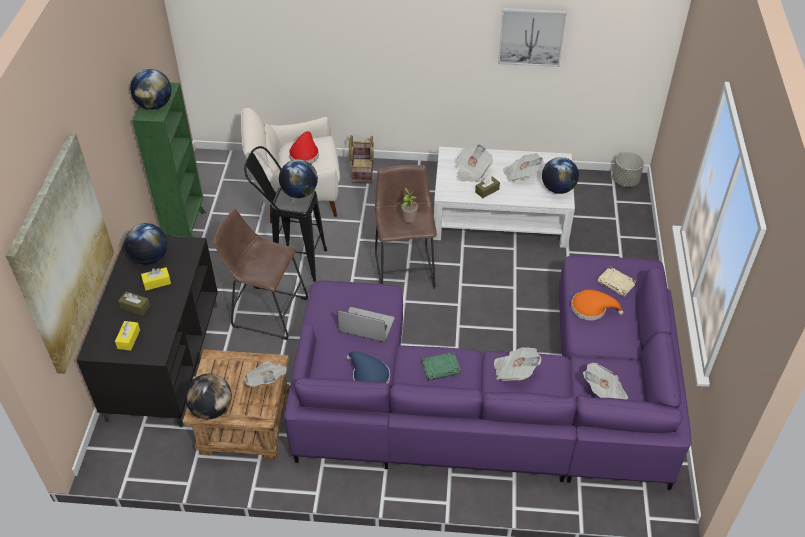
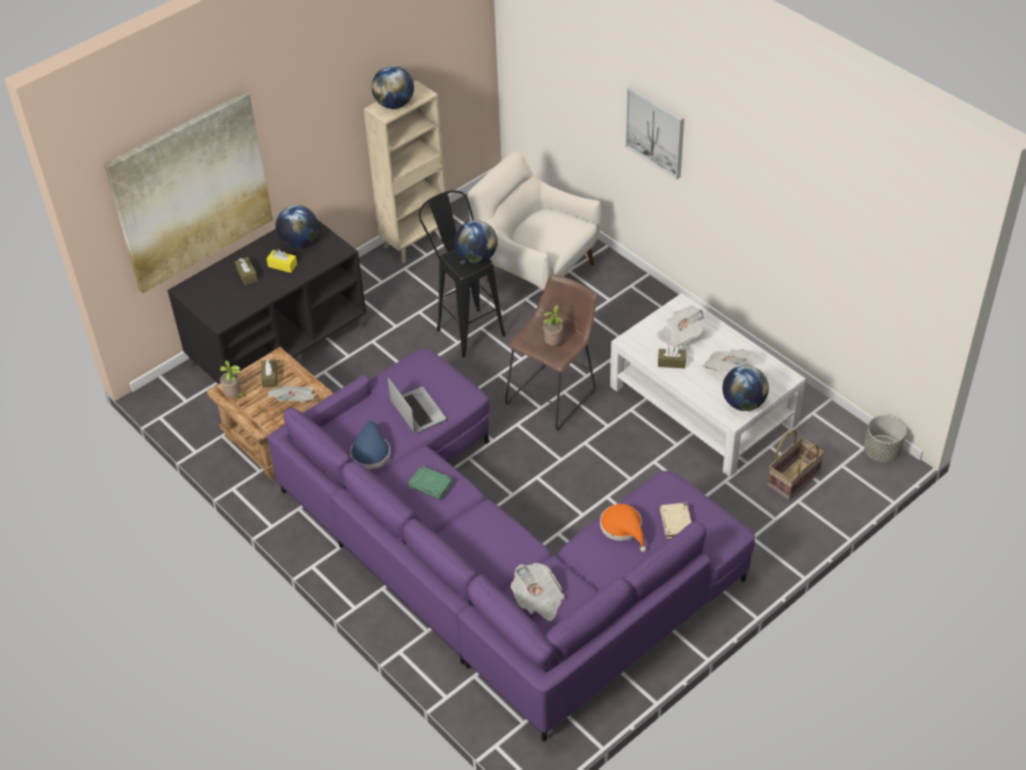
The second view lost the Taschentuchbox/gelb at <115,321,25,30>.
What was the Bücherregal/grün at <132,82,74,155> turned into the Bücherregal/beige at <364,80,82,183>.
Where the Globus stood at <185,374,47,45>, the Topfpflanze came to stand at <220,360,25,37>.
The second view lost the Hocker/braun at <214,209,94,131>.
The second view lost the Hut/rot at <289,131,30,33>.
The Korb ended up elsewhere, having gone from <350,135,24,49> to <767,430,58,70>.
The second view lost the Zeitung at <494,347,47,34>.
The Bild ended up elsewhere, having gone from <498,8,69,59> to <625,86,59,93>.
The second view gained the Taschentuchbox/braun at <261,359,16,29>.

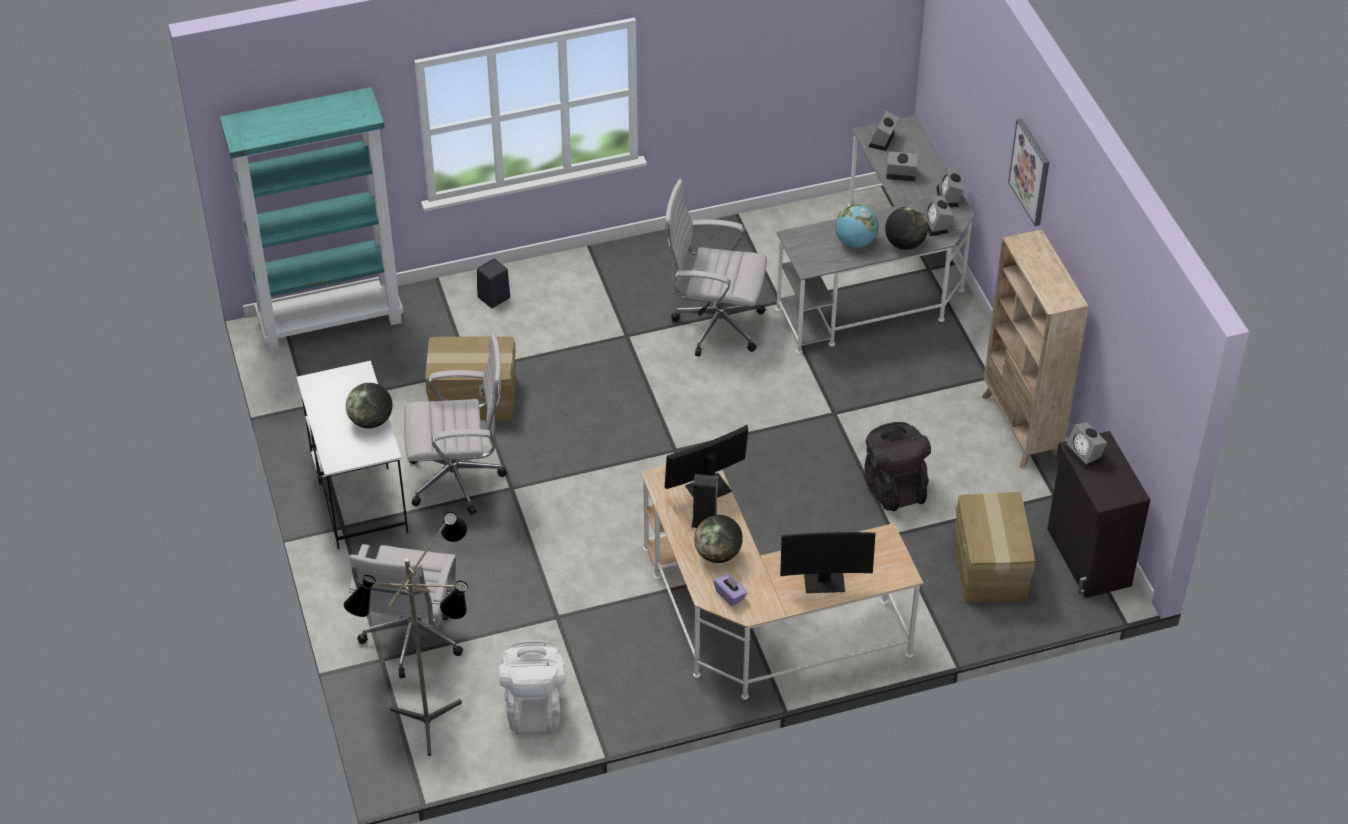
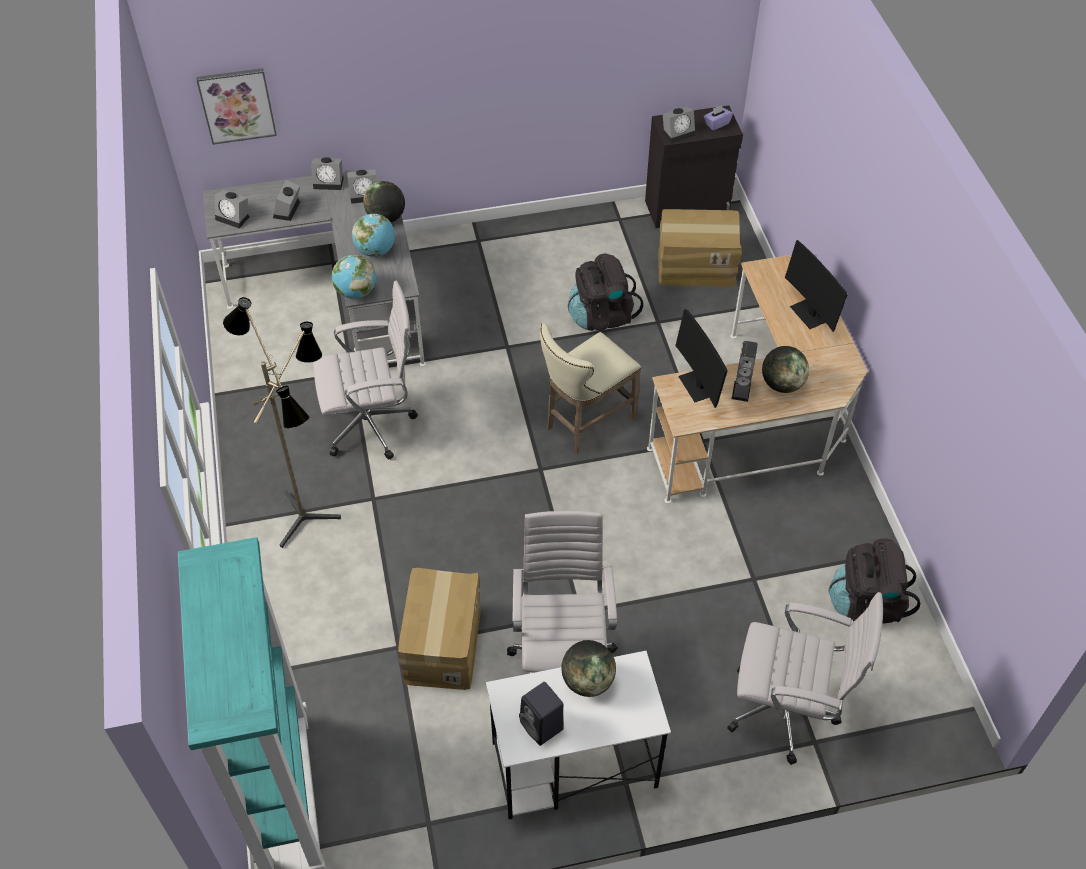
The Stehlampe ended up elsewhere, having gone from <343,512,125,244> to <223,297,118,251>.
The Lautsprecher/schwarz ended up elsewhere, having gone from <477,258,33,50> to <519,682,45,64>.
What was the Rucksack/weiß at <499,640,67,95> turned into the Rucksack/schwarz at <829,538,92,85>.
The Bürostuhl/weiß at <665,179,102,177> ended up facing another way, 120 degrees counterclockwise from before.
The Taschentuchbox/lila ended up elsewhere, having gone from <713,574,35,32> to <704,105,29,25>.
The Monitor at <780,532,95,61> ended up facing another way, 150 degrees clockwise from before.
The second view lost the Bücherregal/beige at <982,229,107,239>.
The Bild ended up elsewhere, having gone from <1008,118,41,108> to <196,68,81,77>.
The second view gained the Globus at <332,255,44,44>.
The second view gained the Hocker/beige at <540,323,101,132>.

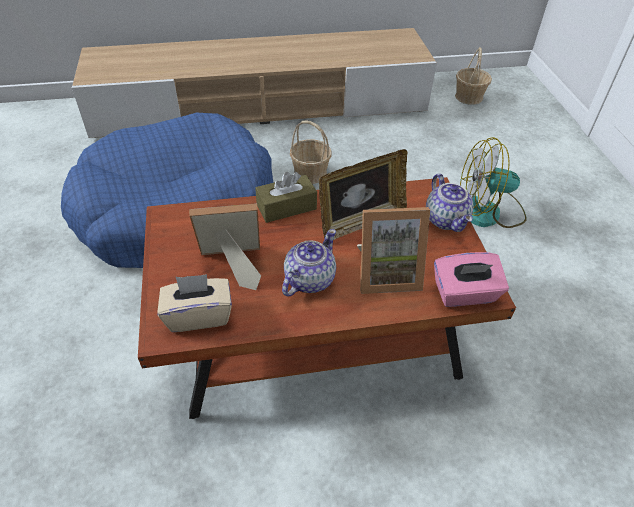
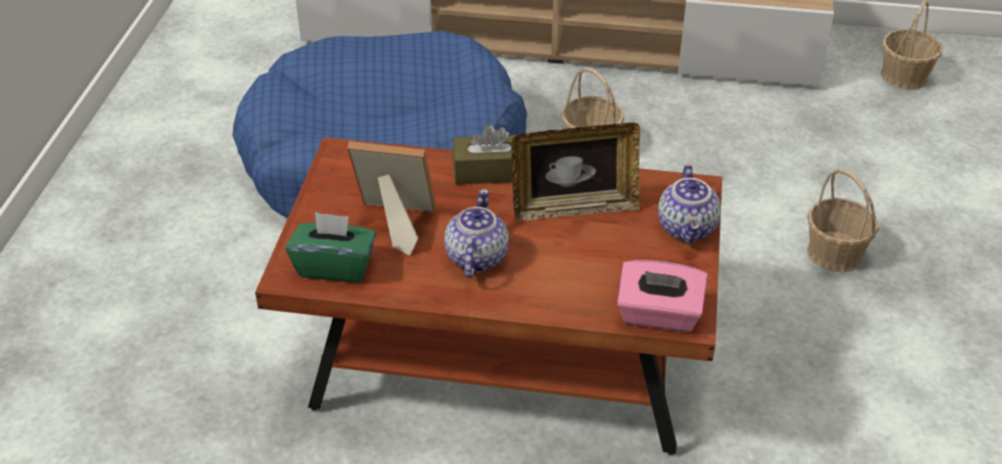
What was the Taschentuchbox/beige at <157,274,75,58> turned into the Taschentuchbox/grün at <286,212,90,70>.
The Teekanne at <282,229,54,67> ended up facing another way, 45 degrees counterclockwise from before.
The second view lost the Bilderrahmen at <357,207,73,87>.
Where the Ventilator stood at <460,137,67,91>, the Korb came to stand at <807,168,72,105>.

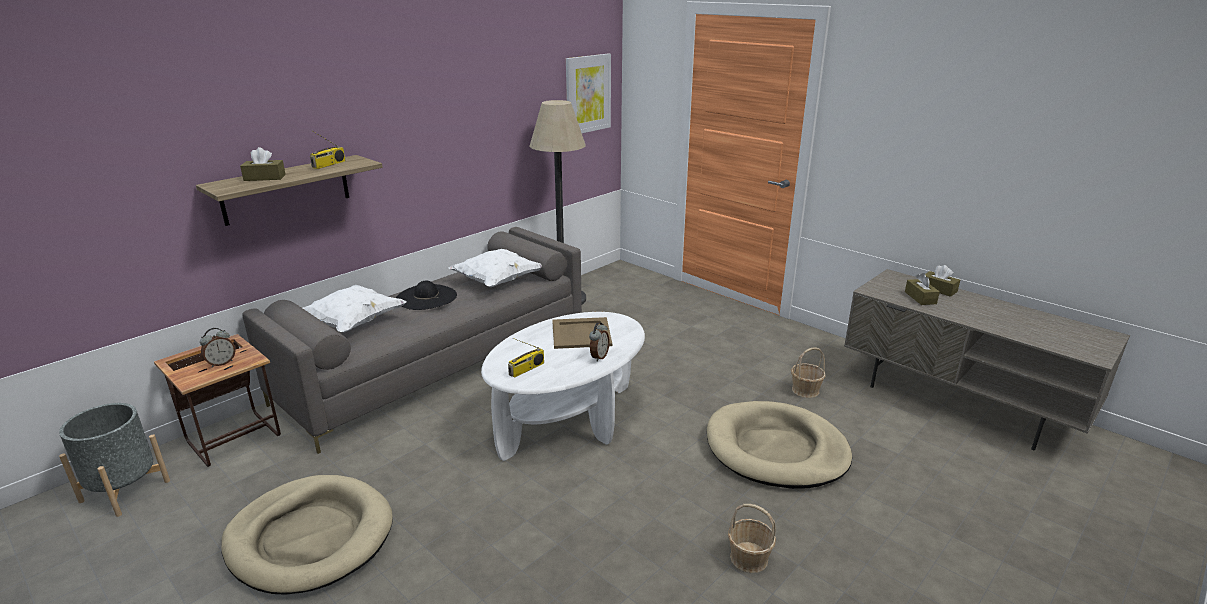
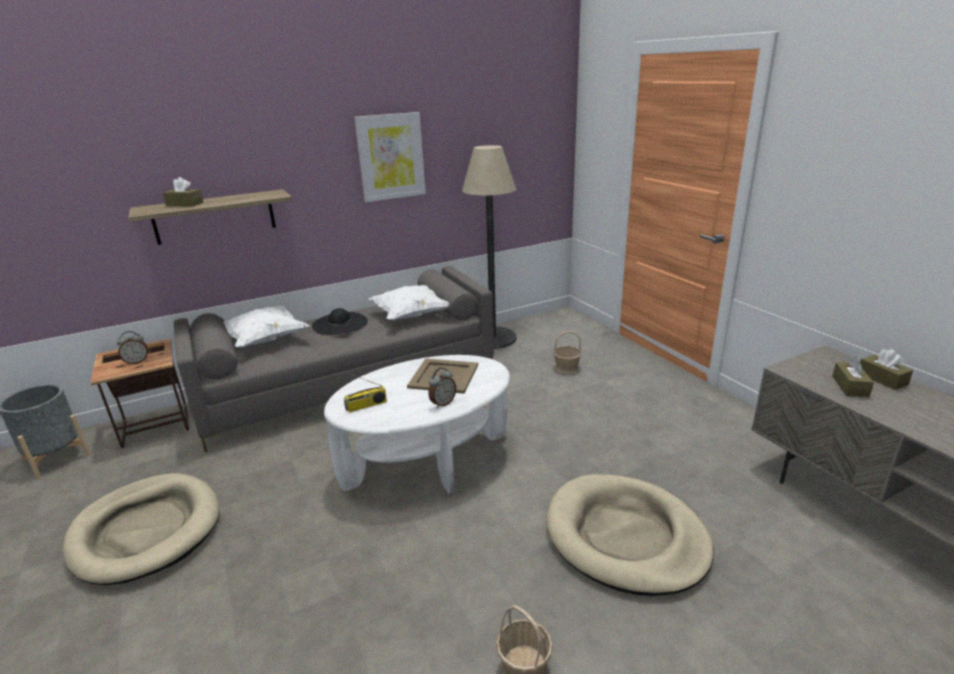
The second view lost the Radio at <310,130,35,39>.
The Bild ended up elsewhere, having gone from <566,53,45,80> to <354,112,72,90>.
The Korb ended up elsewhere, having gone from <791,347,35,51> to <553,331,28,43>.

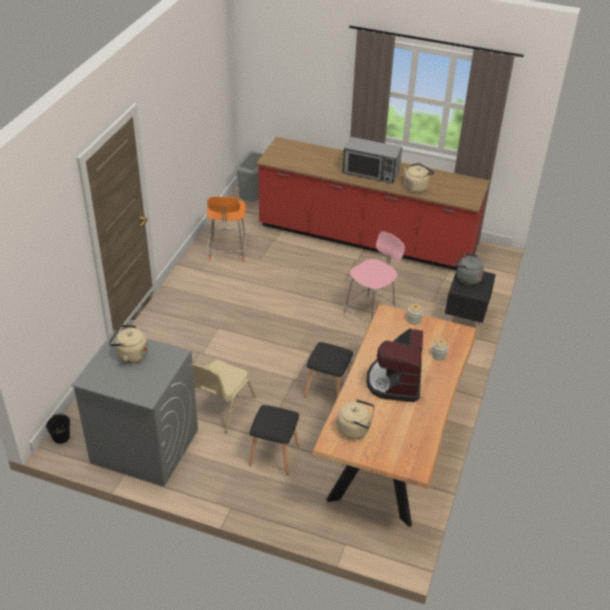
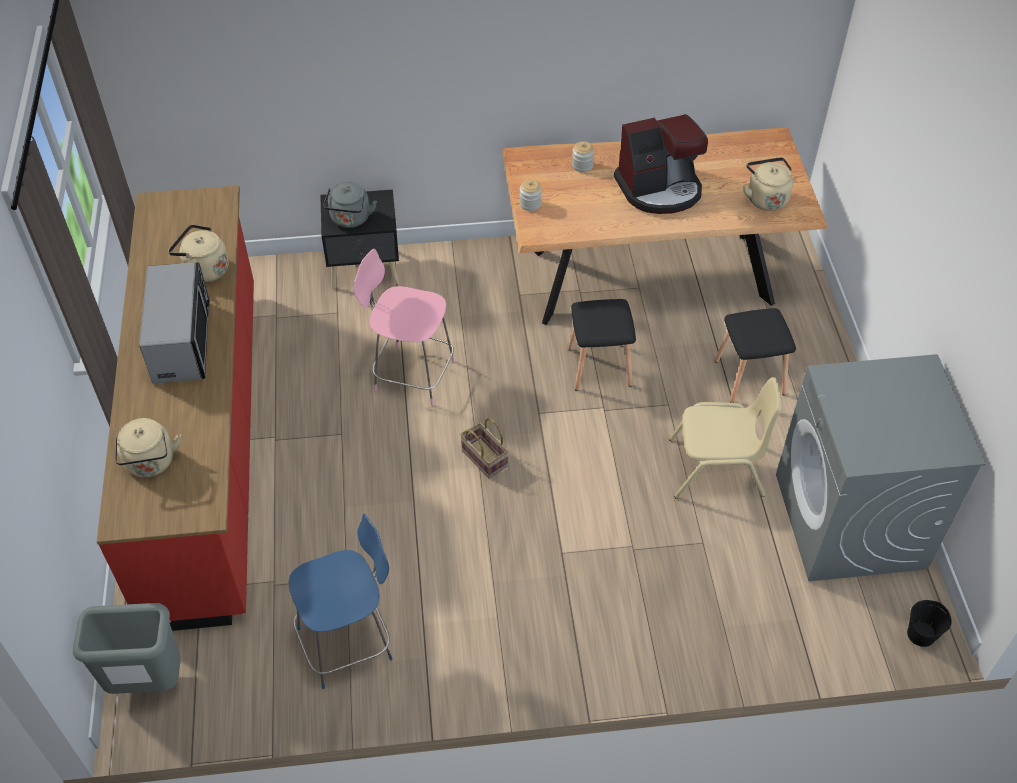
The Wasserkessel/beige ended up elsewhere, having gone from <109,325,39,38> to <115,418,66,59>.
What was the Stuhl/orange at <207,196,39,66> turned into the Stuhl/blau at <288,513,104,176>.
The second view gained the Korb at <460,418,49,60>.

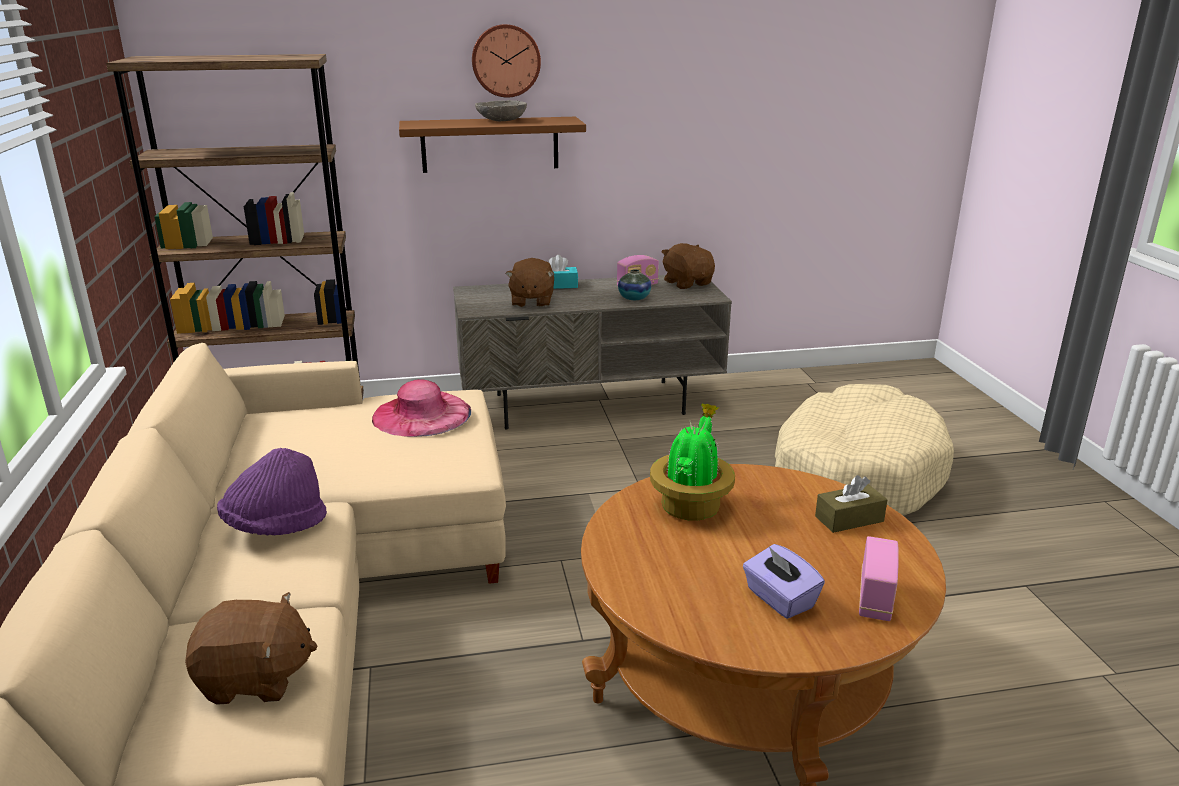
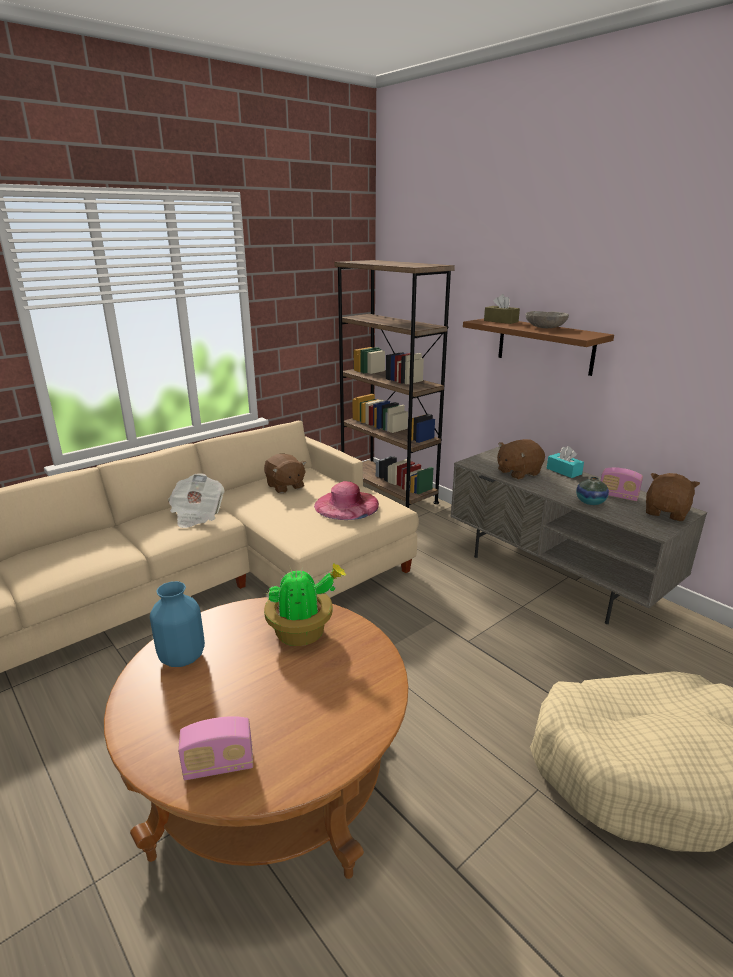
The Plüschtier/braun ended up elsewhere, having gone from <185,592,133,113> to <264,454,43,40>.
Where the Hut/lila stood at <217,448,110,88>, the Zeitung came to stand at <168,473,57,55>.
The second view lost the Wanduhr at <472,24,69,74>.
The second view lost the Taschentuchbox/lila at <743,544,82,75>.
The Taschentuchbox/braun ended up elsewhere, having gone from <815,475,73,58> to <484,294,36,30>.
The second view gained the Vase/blau at <150,581,55,86>.

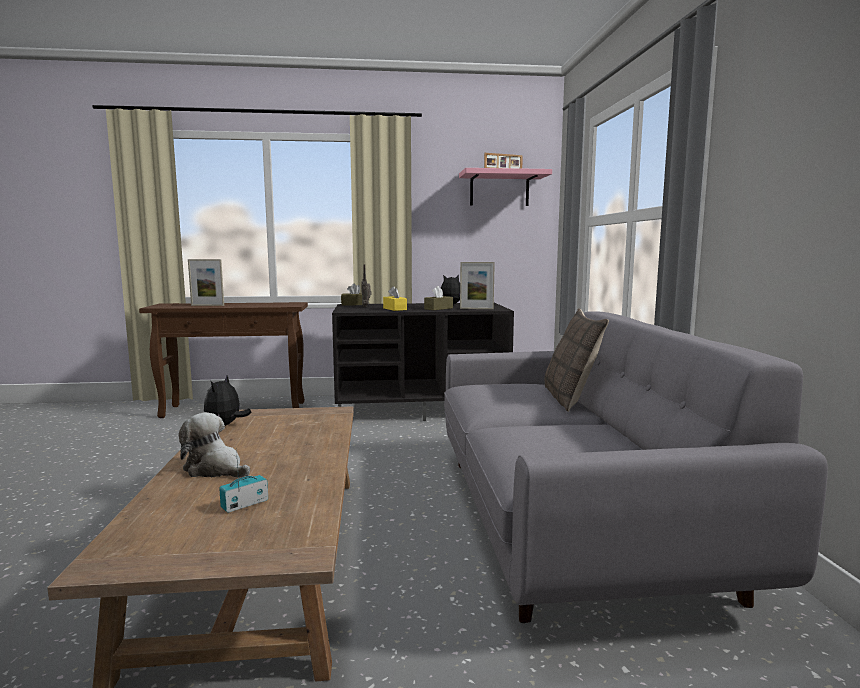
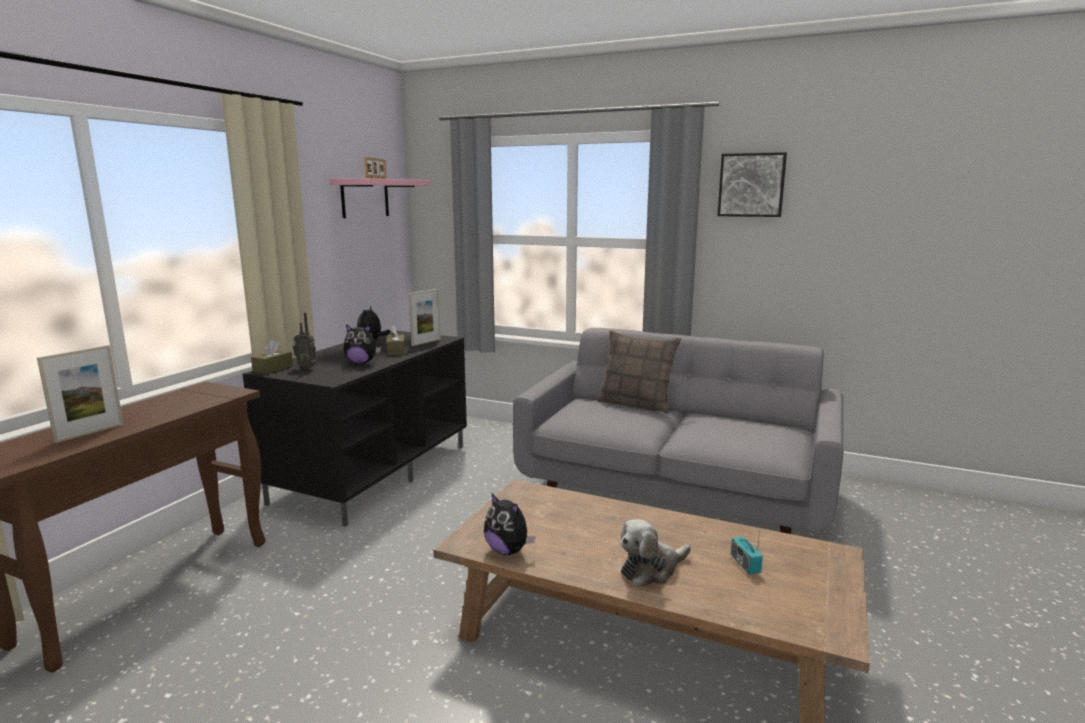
Where the Taschentuchbox/gelb stood at <383,286,24,25>, the Plüschtier came to stand at <343,324,38,40>.
The second view gained the Bild at <717,152,70,65>.

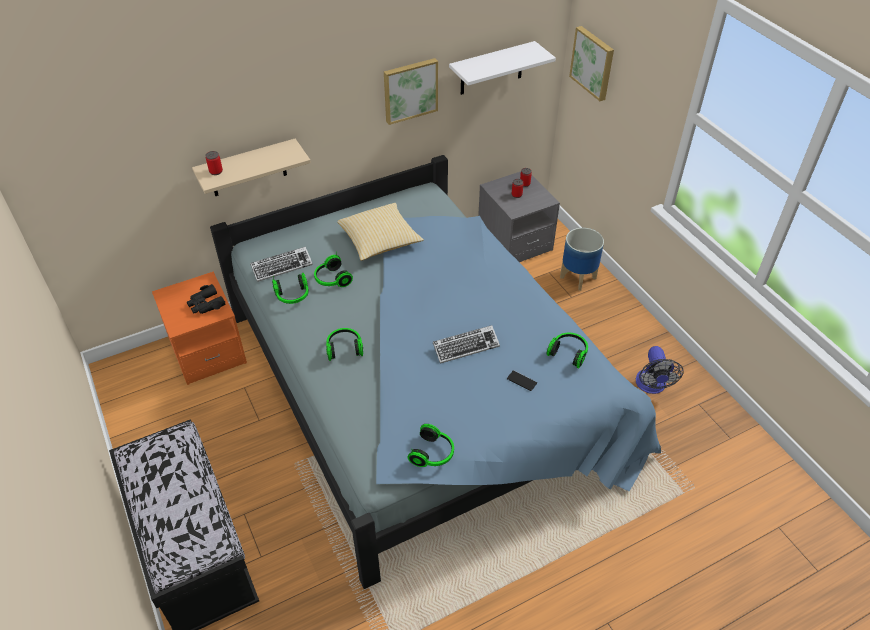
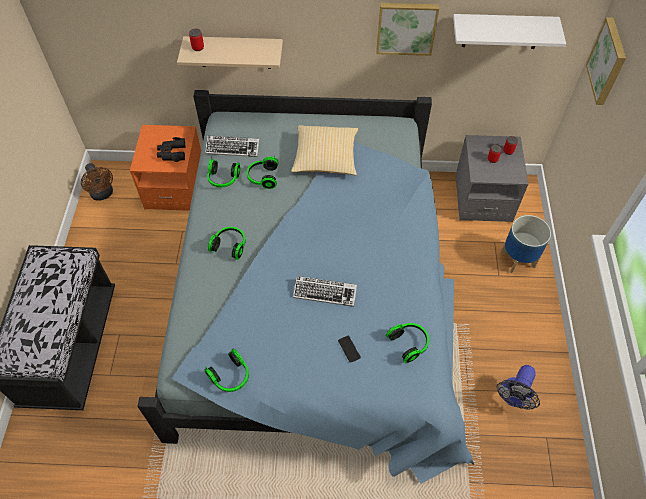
The second view gained the Ventilator/braun at <81,163,32,38>.

